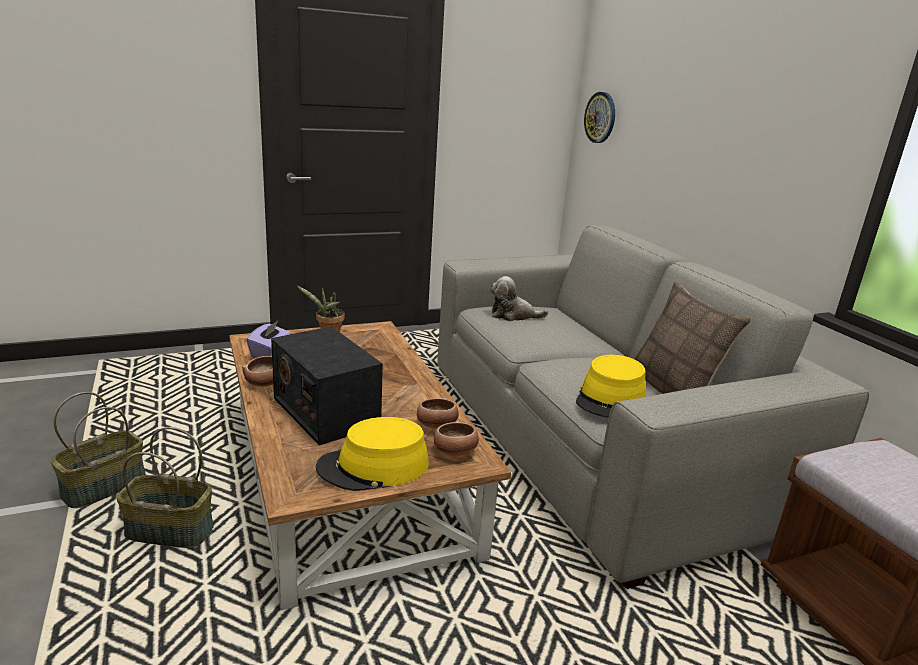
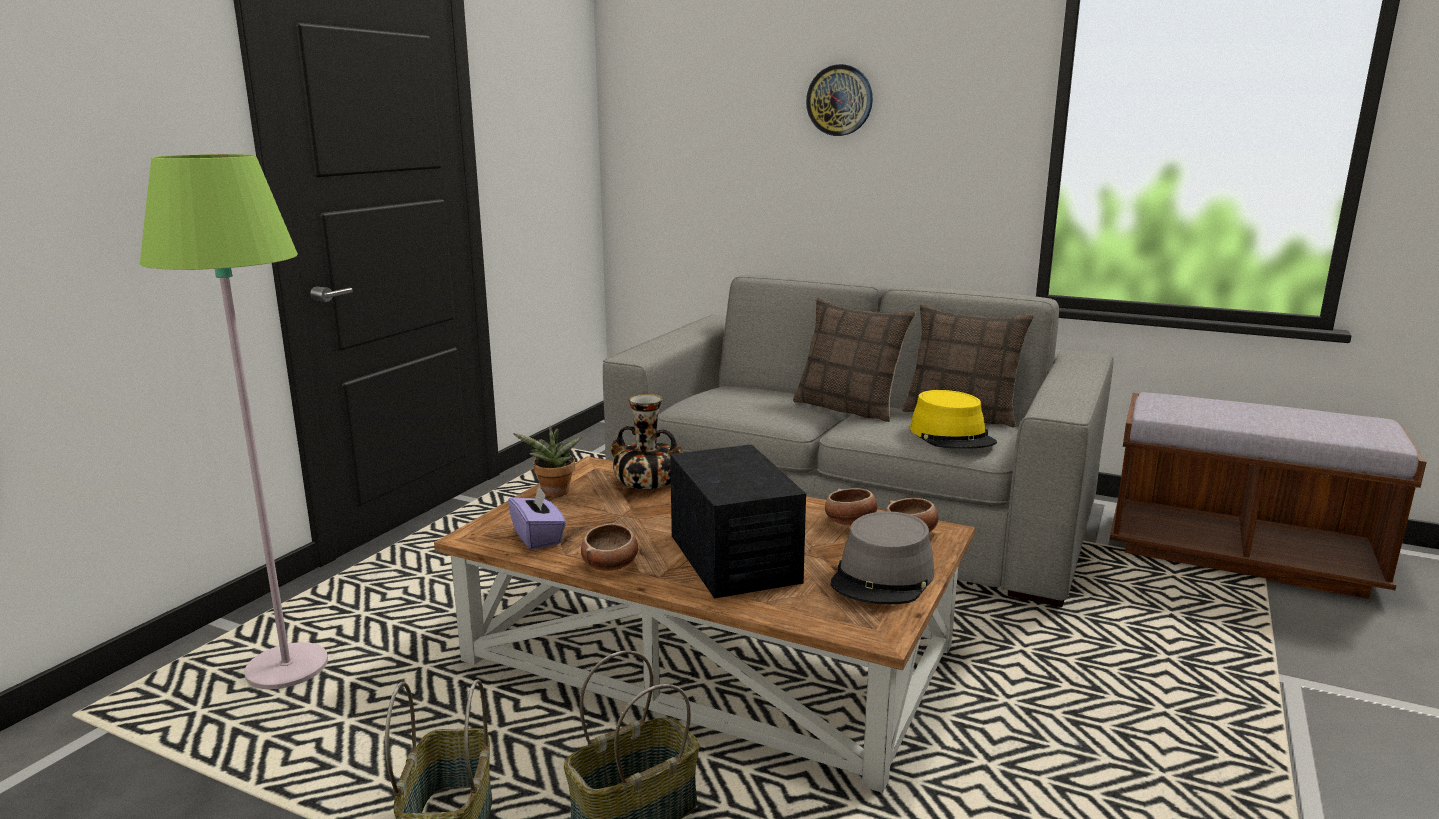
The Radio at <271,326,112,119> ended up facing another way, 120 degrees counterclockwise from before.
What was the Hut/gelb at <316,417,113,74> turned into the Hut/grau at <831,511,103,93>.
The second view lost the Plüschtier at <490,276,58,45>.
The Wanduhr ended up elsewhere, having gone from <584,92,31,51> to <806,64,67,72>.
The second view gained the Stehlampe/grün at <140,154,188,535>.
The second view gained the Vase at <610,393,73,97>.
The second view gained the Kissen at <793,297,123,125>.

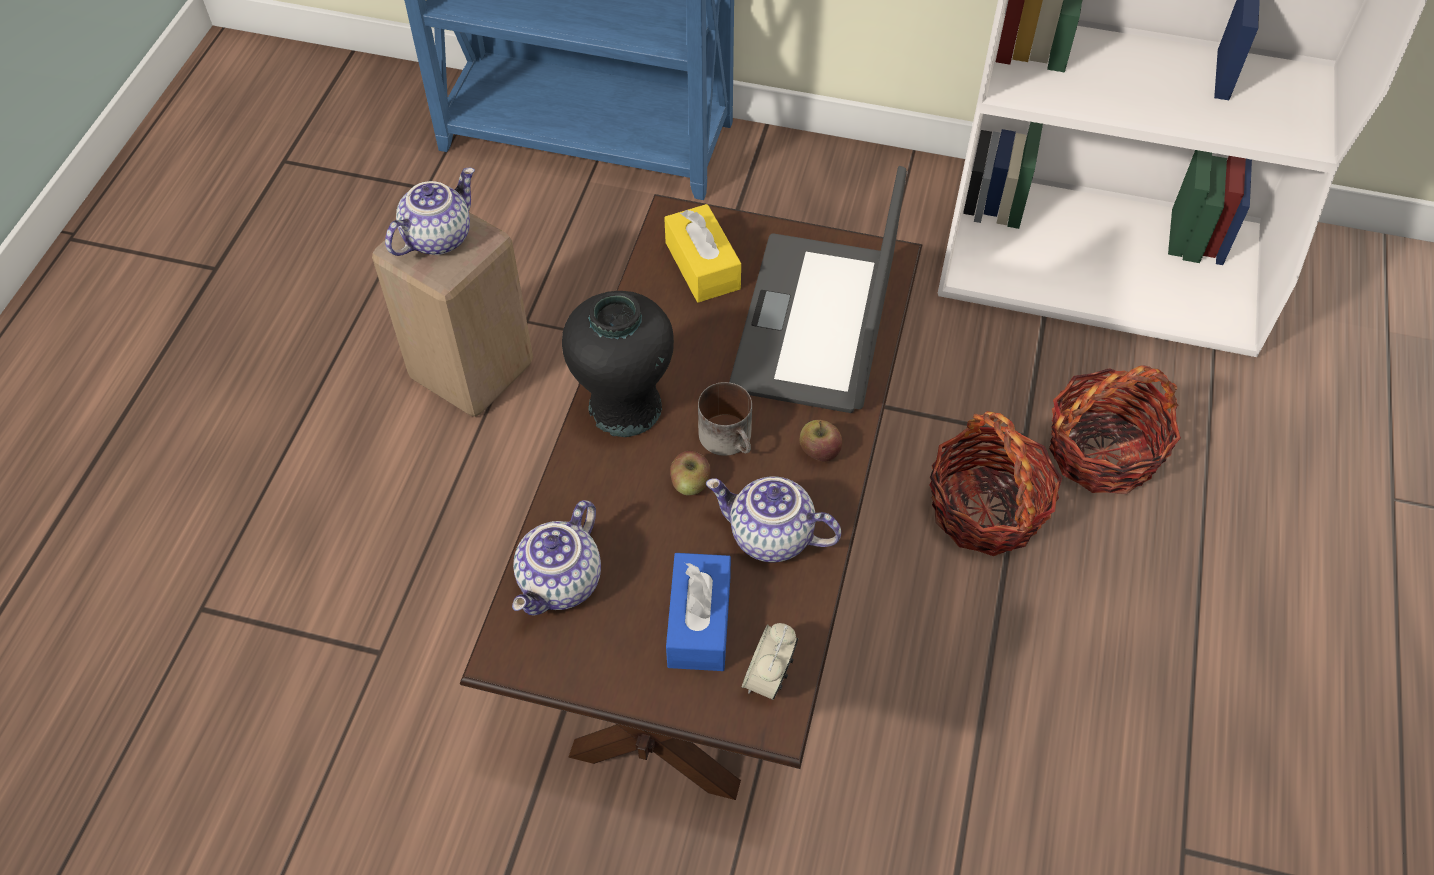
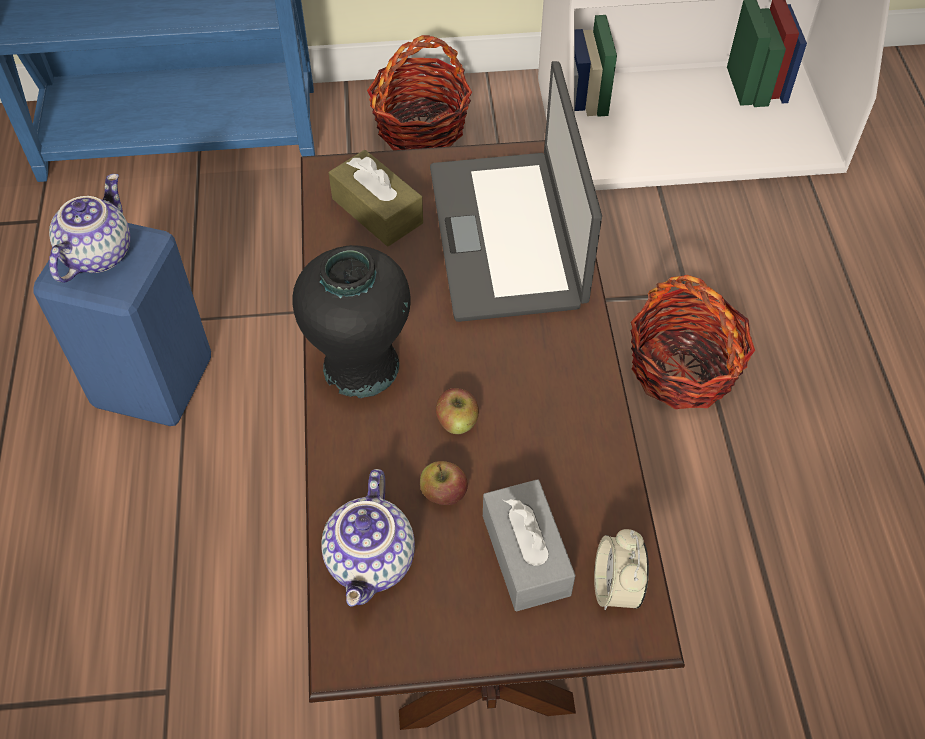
What was the Hocker/beige at <372,212,161,205> turned into the Hocker/blau at <33,223,178,203>.
What was the Taschentuchbox/gelb at <664,204,77,99> turned into the Taschentuchbox/braun at <329,150,94,96>.
What was the Taschentuchbox/blau at <666,553,65,118> turned into the Taschentuchbox/grau at <483,479,93,133>.
The second view lost the Henkelbecher at <698,382,54,74>.
The second view lost the Teekanne at <706,476,135,86>.
The Apfel ended up elsewhere, having gone from <799,420,43,41> to <420,461,48,44>.
The Korb ended up elsewhere, having gone from <1049,365,132,129> to <367,35,105,115>.

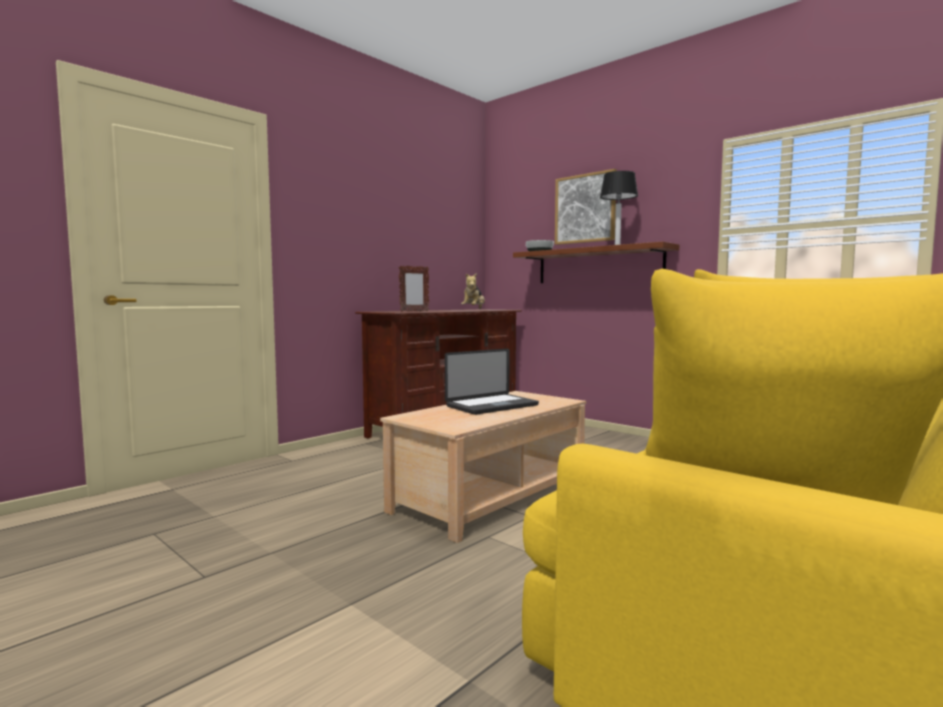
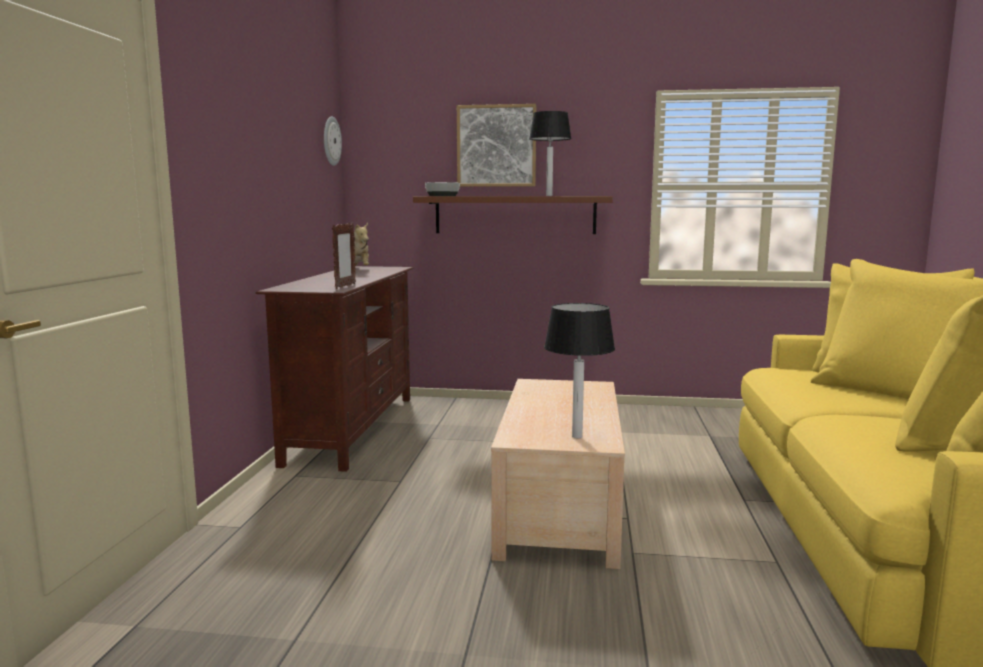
The second view lost the Laptop at <445,349,94,66>.
The second view gained the Wanduhr at <324,116,18,50>.
The second view gained the Tischlampe at <544,303,71,135>.

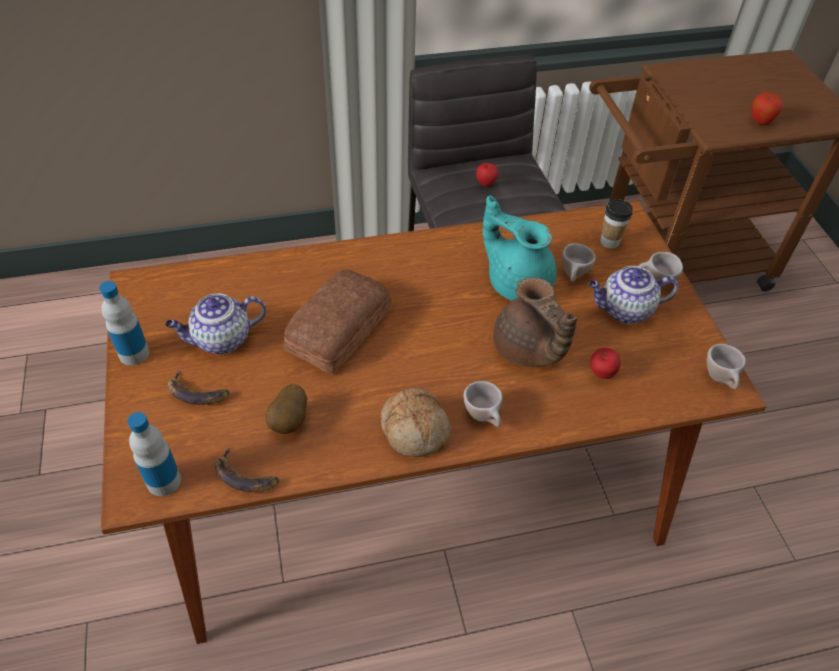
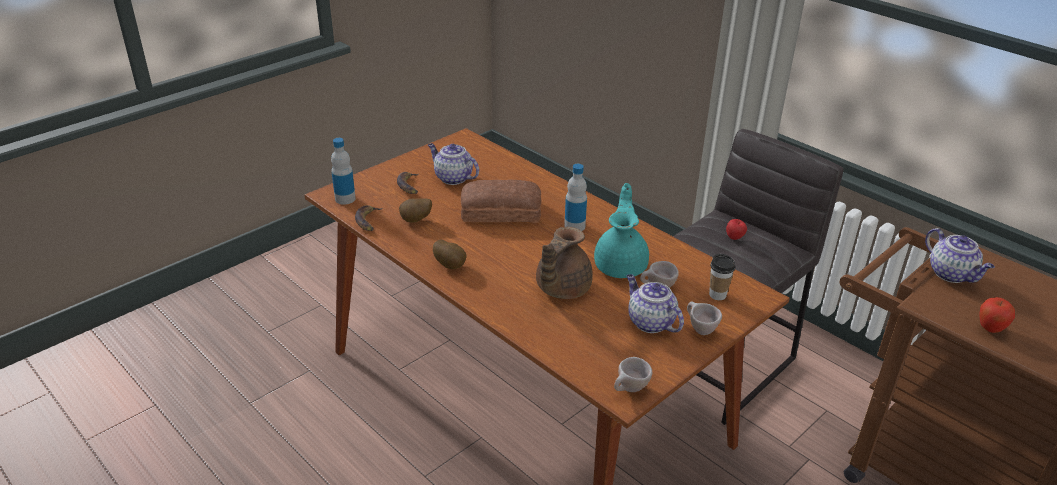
The Flasche ended up elsewhere, having gone from <99,281,50,85> to <564,164,23,67>.
Where the Brot stood at <381,388,70,69>, the Kartoffel came to stand at <433,240,33,29>.
The second view lost the Tasse/beige at <463,381,40,46>.
The second view lost the Apfel at <590,348,31,31>.
The second view gained the Teekanne at <925,228,70,55>.

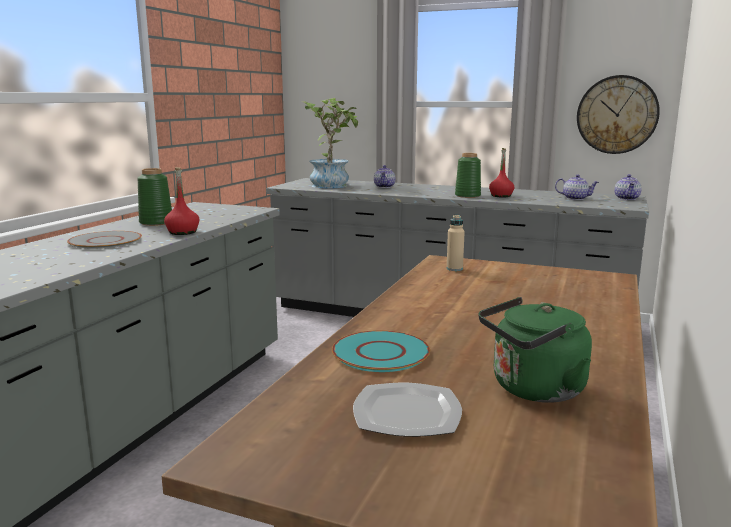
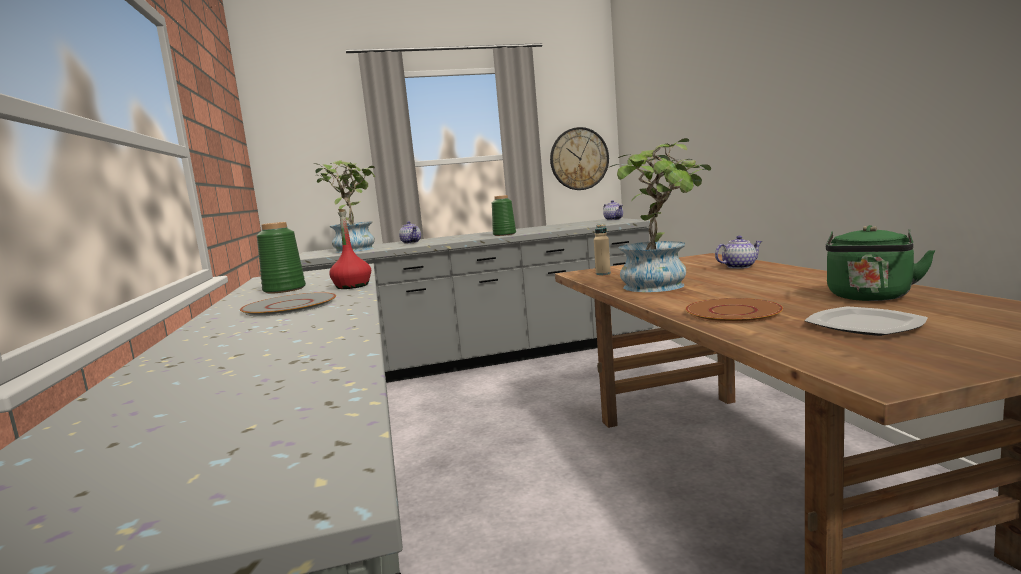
What was the Teller/türkis at <332,330,98,42> turned into the Teller/braun at <685,298,98,25>.
The second view lost the Flasche/rot at <489,148,25,49>.
The Teekanne ended up elsewhere, having gone from <555,174,44,26> to <715,236,48,33>.
The second view gained the Topfpflanze at <610,138,101,154>.

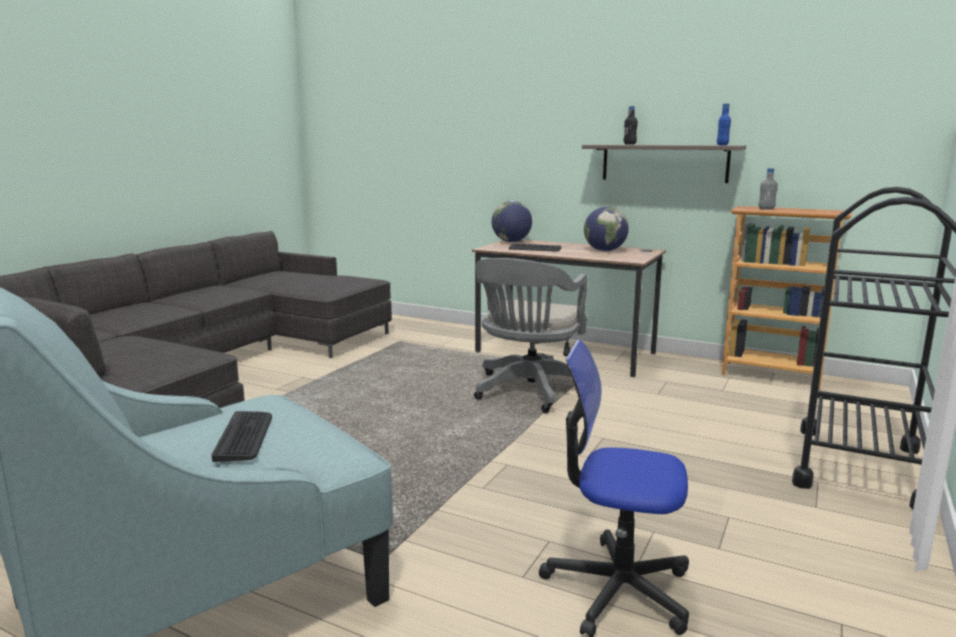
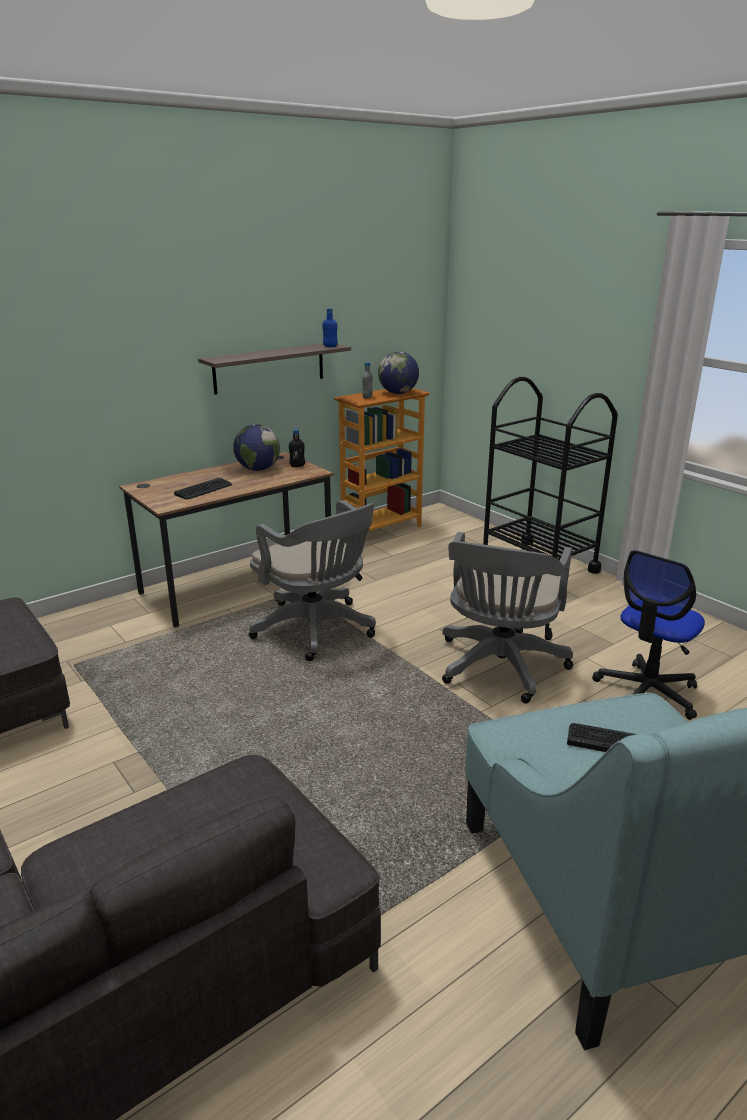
The Globus ended up elsewhere, having gone from <492,201,40,41> to <378,352,41,42>.
The Flasche/schwarz ended up elsewhere, having gone from <624,106,14,39> to <289,429,16,38>.
The second view gained the Bürostuhl/grau at <442,532,131,172>.

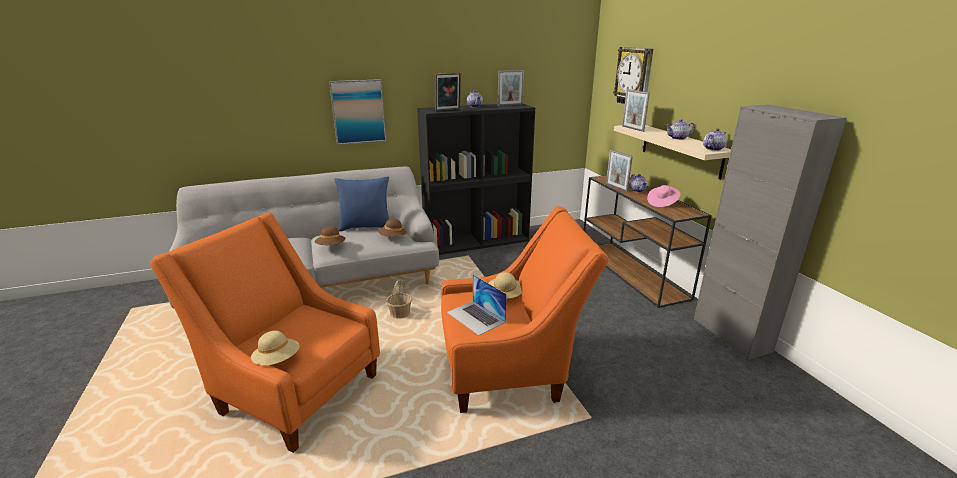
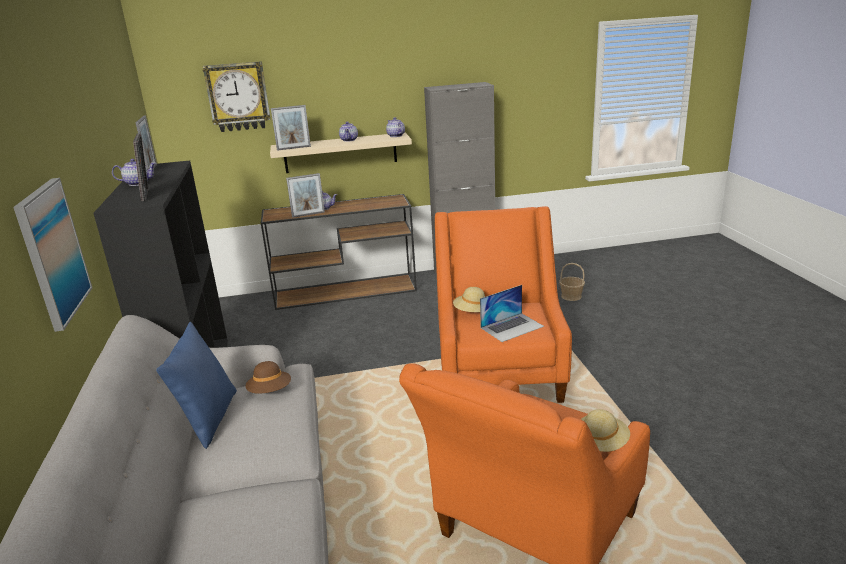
The second view lost the Hut/braun at <315,227,31,18>.
The Korb ended up elsewhere, having gone from <386,280,26,38> to <559,263,26,38>.
The second view lost the Hut/rosa at <647,185,34,22>.

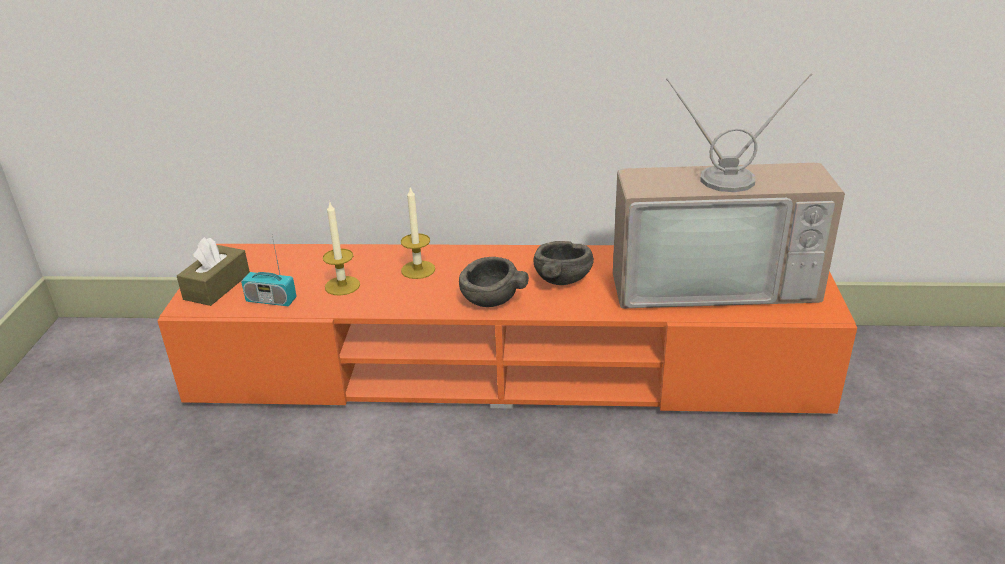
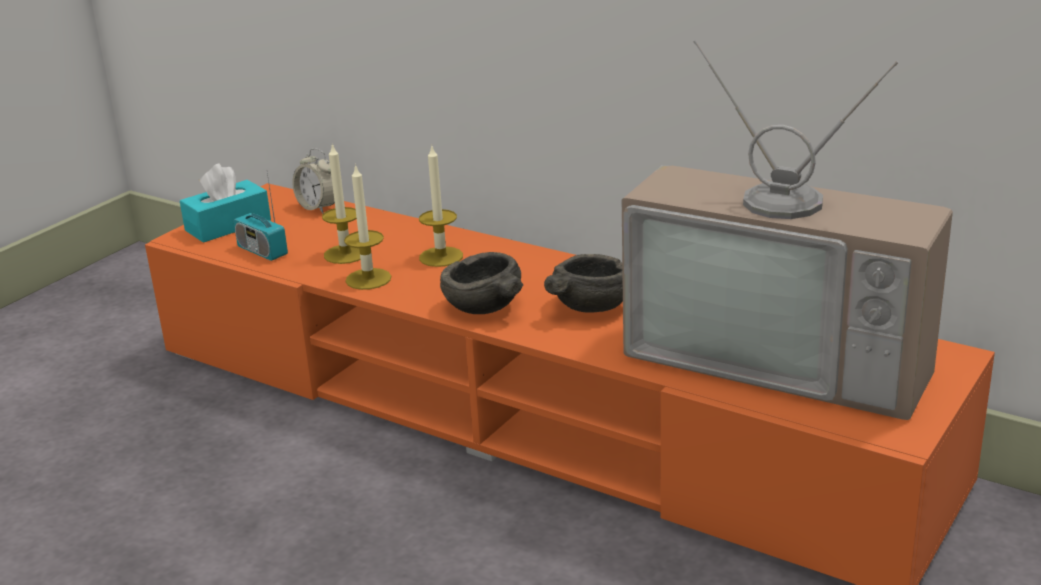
What was the Taschentuchbox/braun at <177,237,73,69> turned into the Taschentuchbox/türkis at <180,163,91,80>.
The second view gained the Wecker at <292,148,43,65>.
The second view gained the Kerze at <344,164,47,126>.

